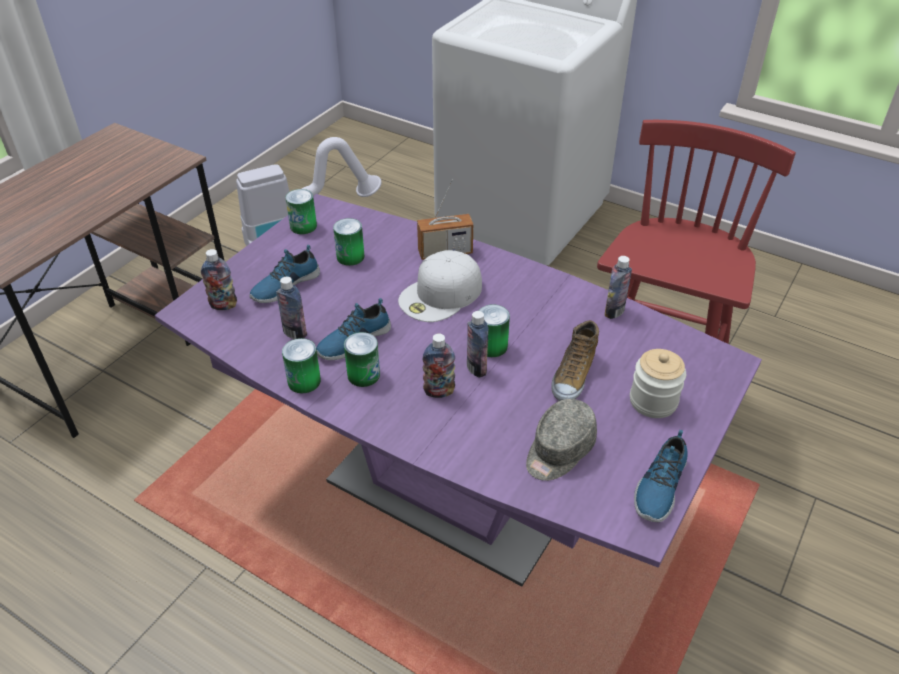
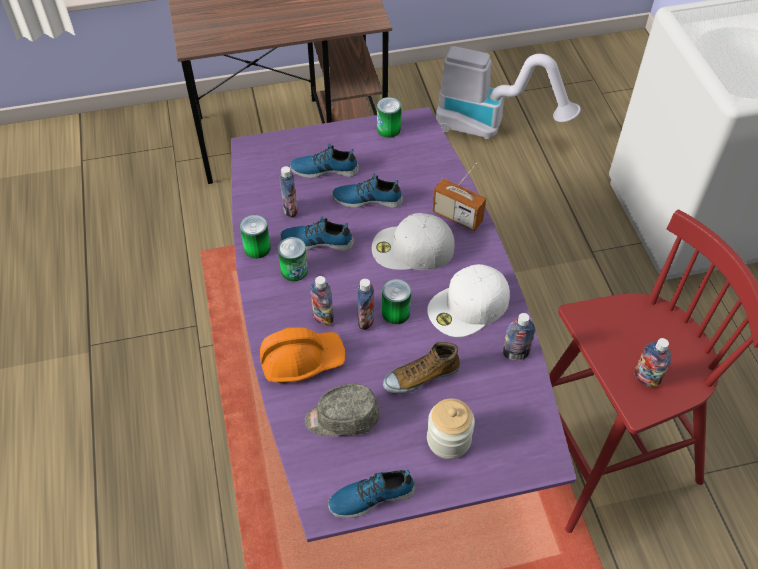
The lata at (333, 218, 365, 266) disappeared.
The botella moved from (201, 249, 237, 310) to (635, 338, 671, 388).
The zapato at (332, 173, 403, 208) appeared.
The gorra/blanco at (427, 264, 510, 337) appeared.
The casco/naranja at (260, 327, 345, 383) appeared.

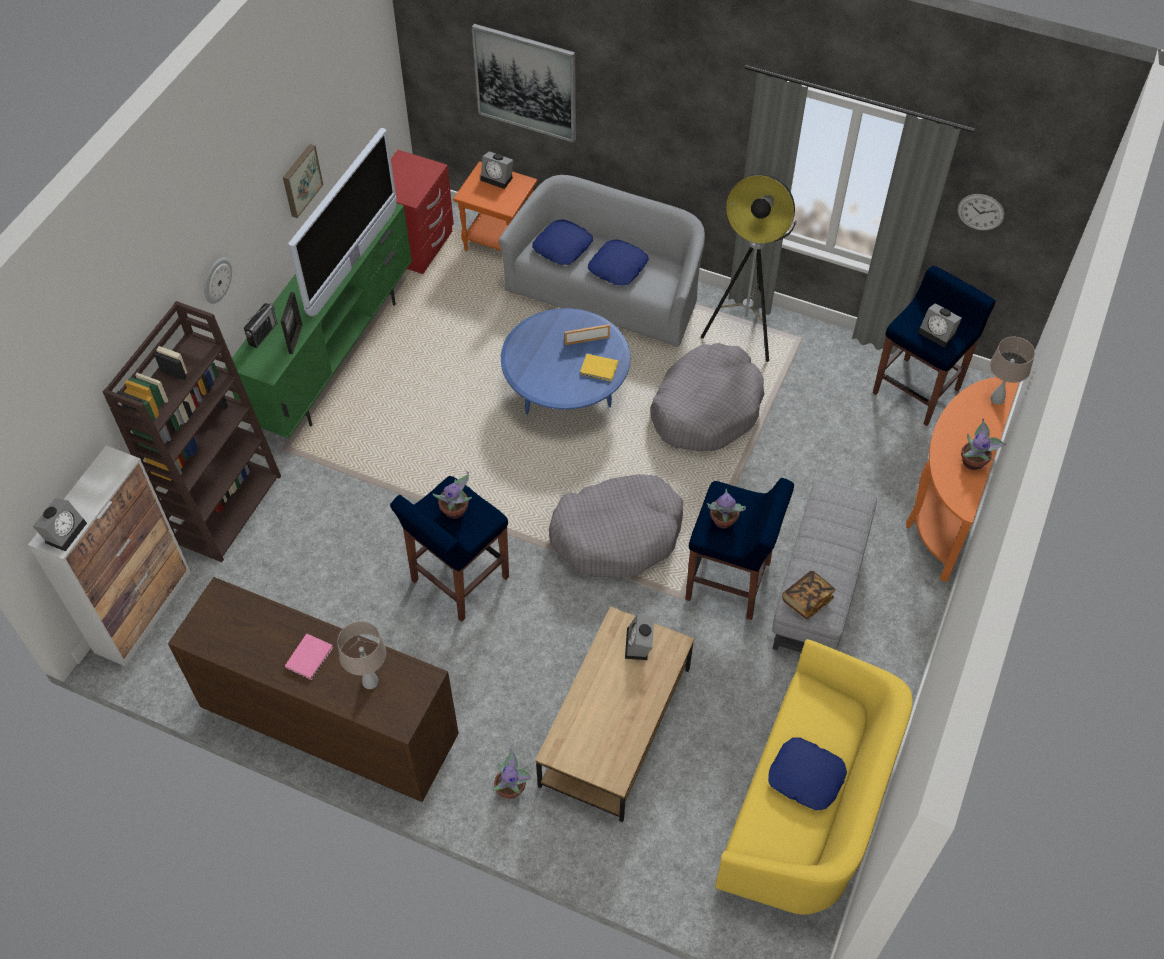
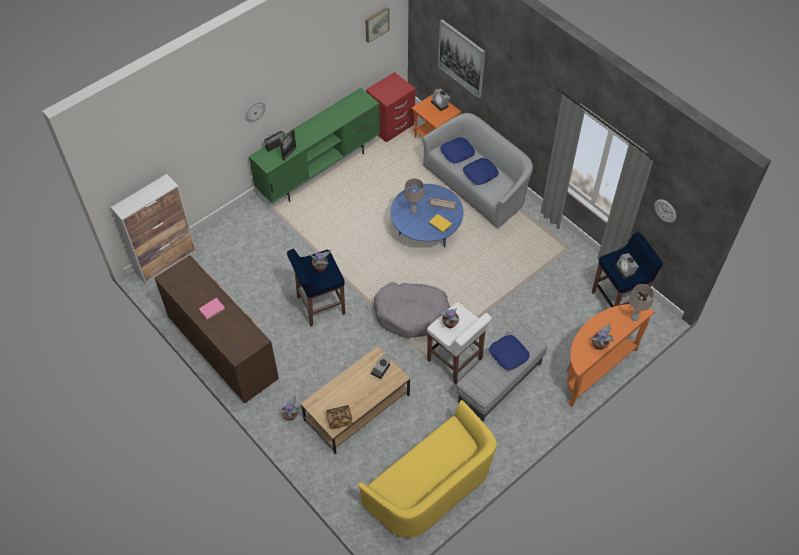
The televisor at (288, 128, 397, 317) disappeared.
The cuadro moved from (283, 144, 323, 218) to (365, 7, 389, 43).
The lámpara de pie at (701, 174, 797, 362) disappeared.
The estantería/marrón at (103, 301, 281, 562) disappeared.
The cama para perro/gris at (650, 343, 765, 451) disappeared.
The taburete/azul at (685, 478, 794, 620) became the taburete/blanco at (427, 302, 492, 384).
The despertador at (33, 498, 87, 552) disappeared.
The libro moved from (782, 571, 835, 619) to (326, 405, 353, 429).
The lámpara de mesa/beis moved from (337, 621, 386, 689) to (404, 178, 424, 214).
The cojín/azul moved from (768, 737, 847, 811) to (489, 335, 529, 370).

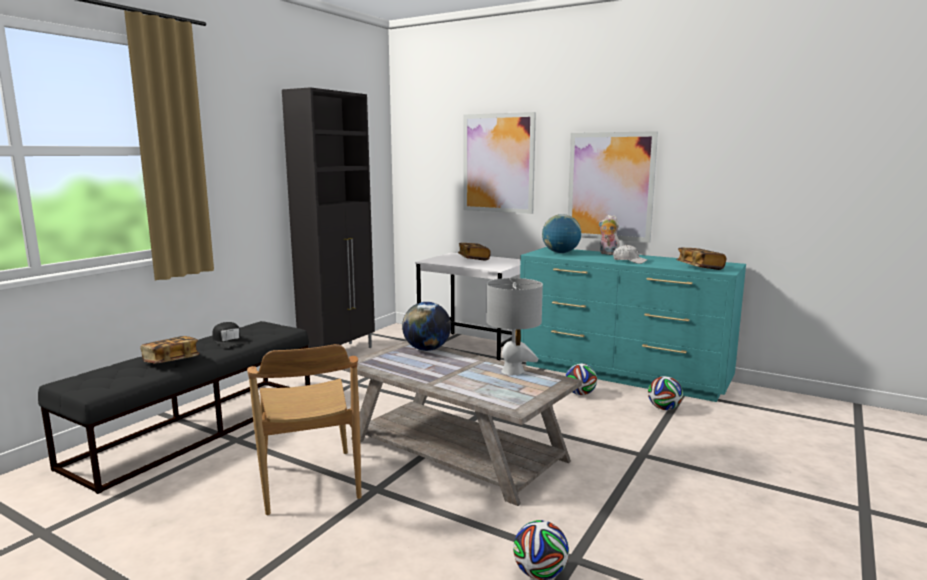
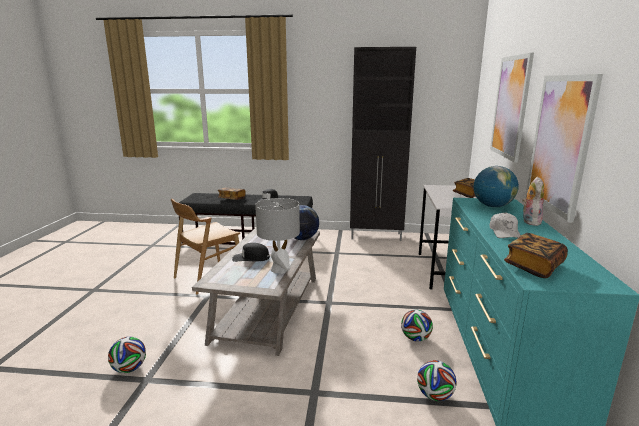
The gorra/negro at (232, 243, 270, 262) appeared.

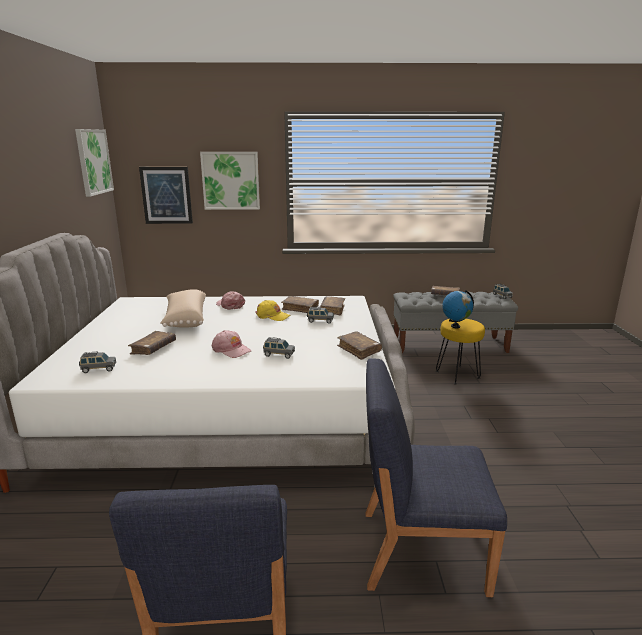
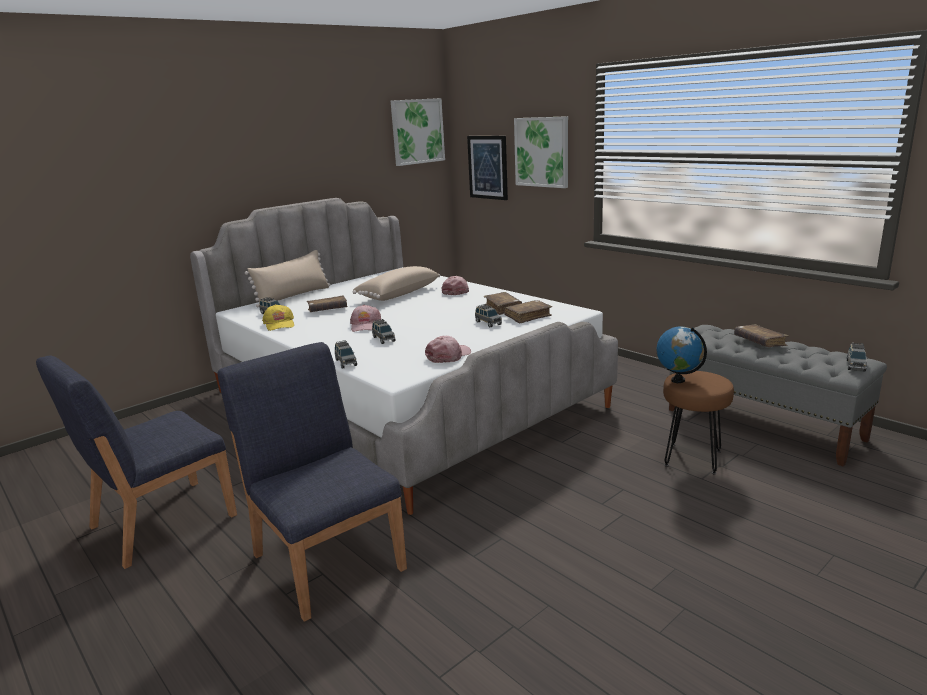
The gorra/amarillo moved from (255, 300, 290, 321) to (262, 304, 294, 331).
The taburete/amarillo at (436, 319, 485, 384) became the taburete/marrón at (663, 371, 734, 474).
The libro/marrón at (337, 331, 382, 360) was replaced by the gorra/rosa at (425, 336, 471, 363).
The cojín/beis at (245, 250, 330, 307) appeared.
The coche de juguete/gris at (335, 340, 357, 369) appeared.

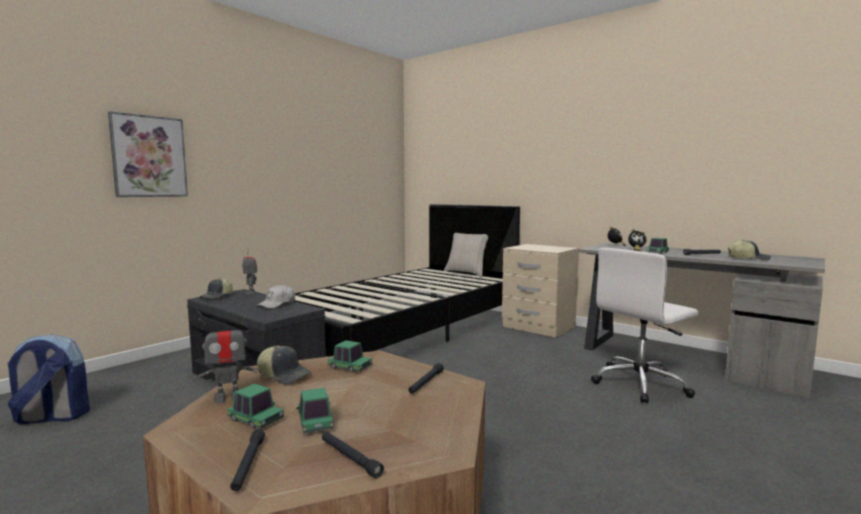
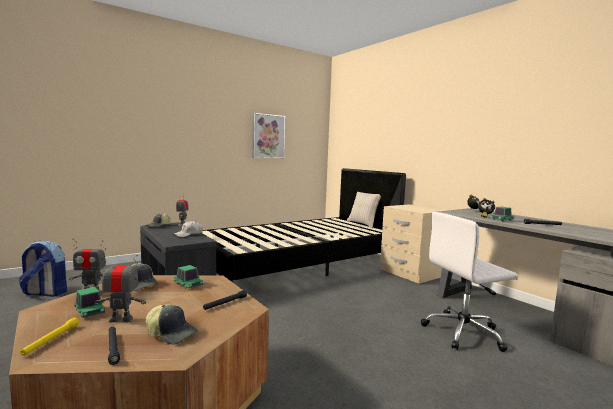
The cuadro moved from (108, 111, 188, 197) to (252, 113, 285, 158).
The gorra moved from (728, 240, 771, 260) to (145, 304, 198, 345).
The coche de juguete at (296, 388, 333, 434) was replaced by the robot de juguete at (94, 255, 146, 323).
The linterna/negro at (230, 429, 265, 491) became the linterna/amarillo at (20, 318, 79, 356).

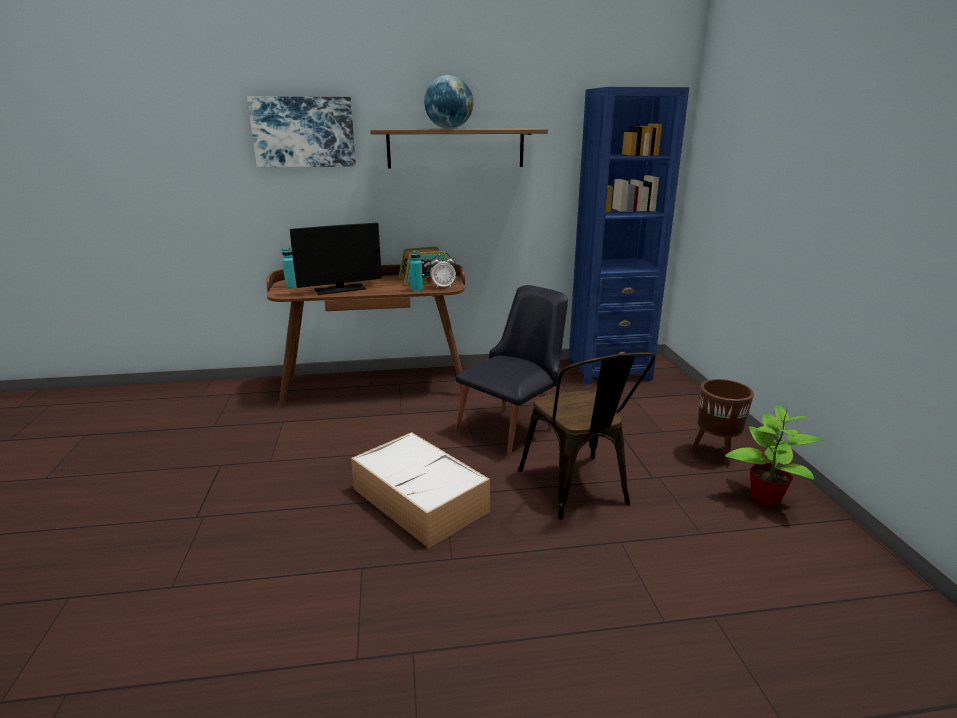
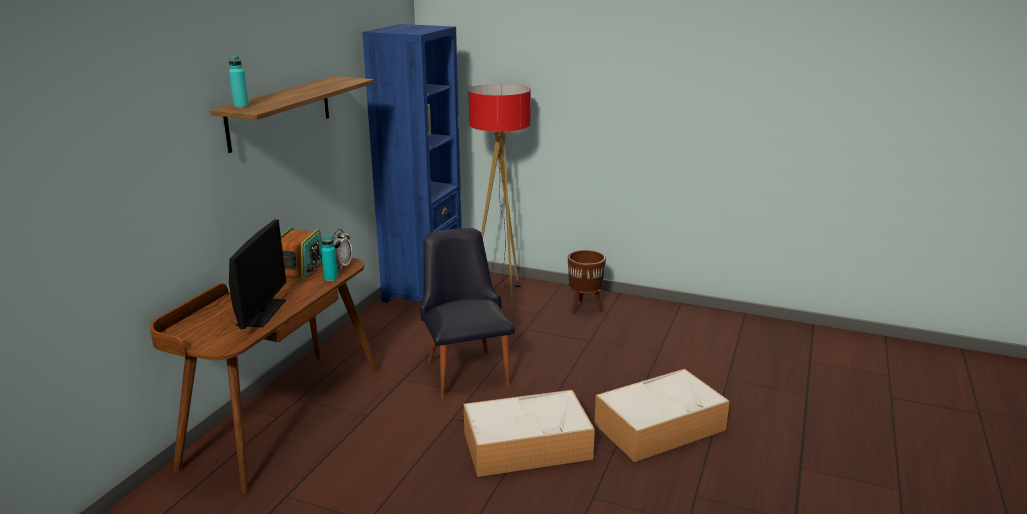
The globo terráqueo at (424, 75, 474, 129) disappeared.
The cuadro at (247, 96, 356, 167) disappeared.
The botella/turquesa moved from (282, 248, 297, 288) to (229, 56, 249, 108).
The silla/marrón at (518, 352, 656, 520) disappeared.
The planta en maceta at (725, 404, 824, 506) disappeared.
The lámpara de pie at (469, 84, 531, 301) appeared.
The caja de almacenaje at (594, 369, 730, 462) appeared.

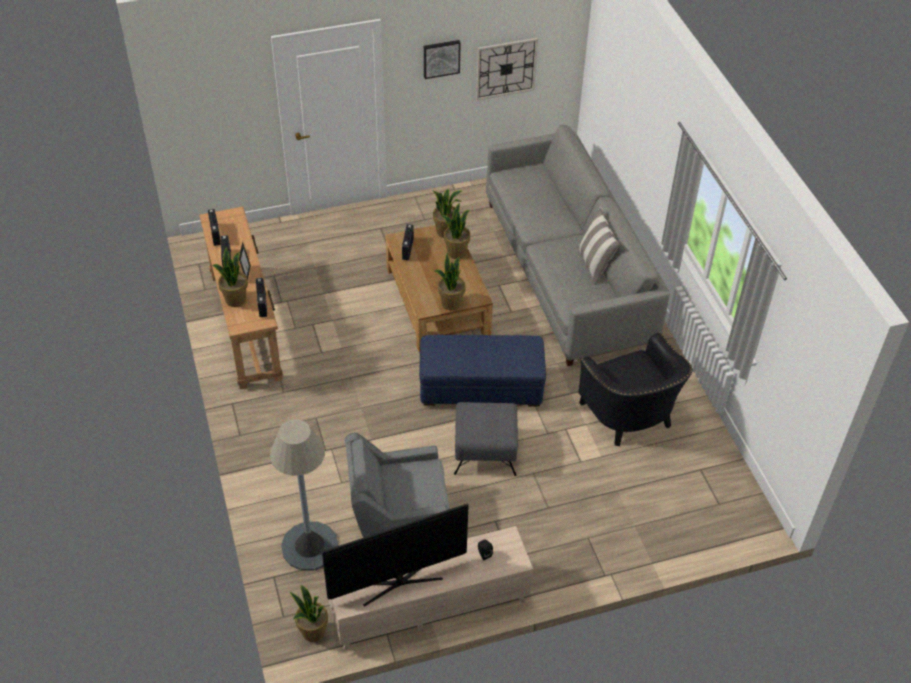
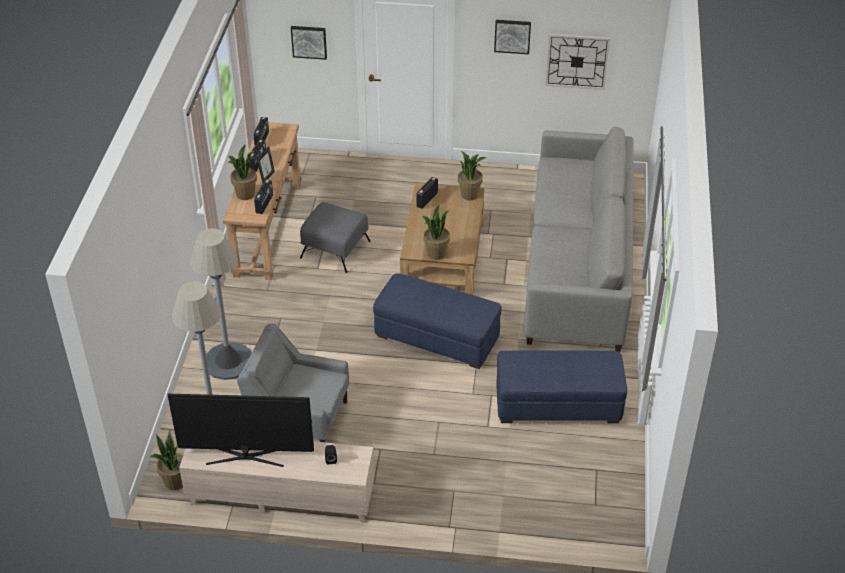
The planta en maceta at (443, 203, 470, 259) disappeared.
The cojín at (578, 207, 620, 285) disappeared.
The sillón/negro at (578, 333, 693, 446) was replaced by the puf/azul at (496, 351, 627, 423).
The puf/gris moved from (454, 402, 518, 476) to (300, 202, 371, 273).
The cuadro at (291, 26, 327, 60) appeared.
The lámpara de pie/gris at (190, 229, 252, 380) appeared.

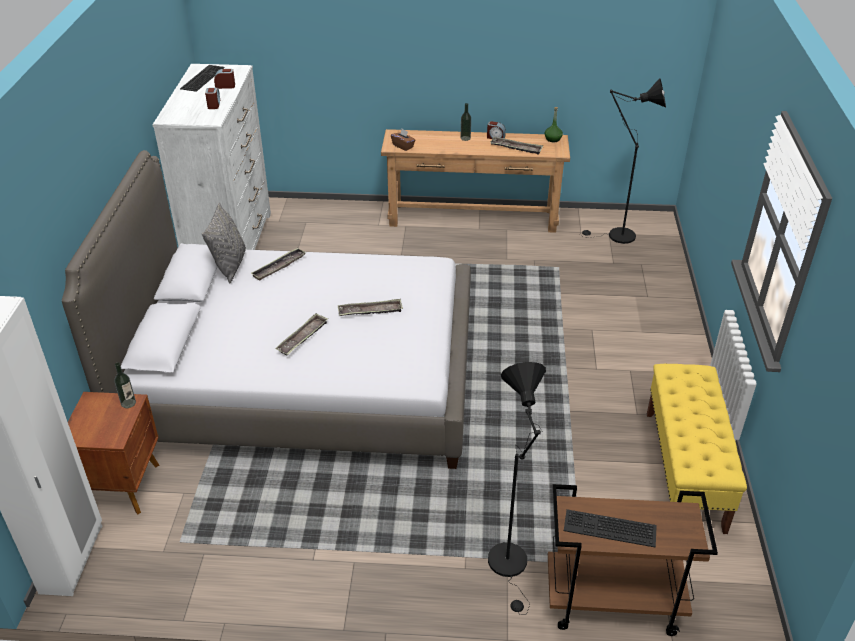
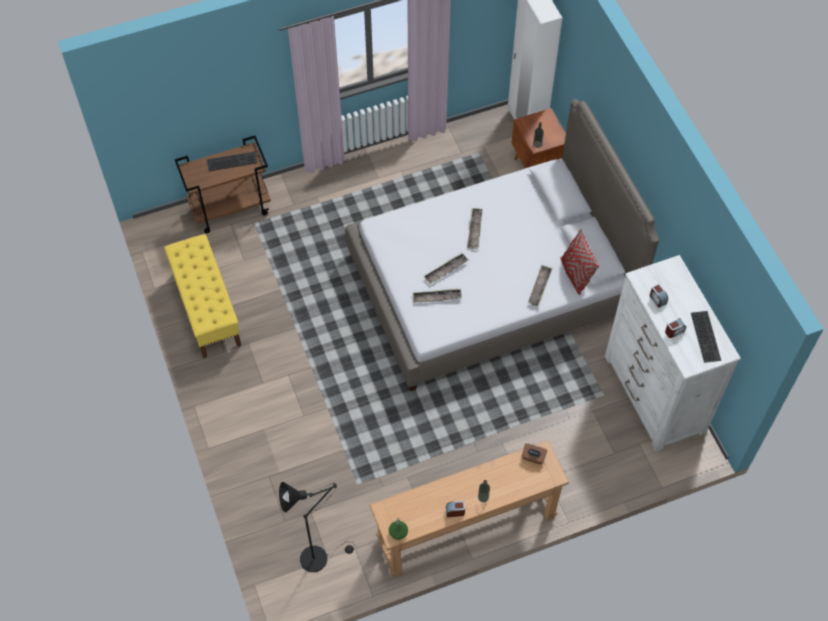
The bandeja moved from (490, 137, 543, 155) to (412, 288, 462, 302).
The cojín/gris at (202, 202, 246, 284) became the cojín/rojo at (561, 229, 599, 295).
The lámpara de pie/negro at (488, 362, 546, 615) disappeared.

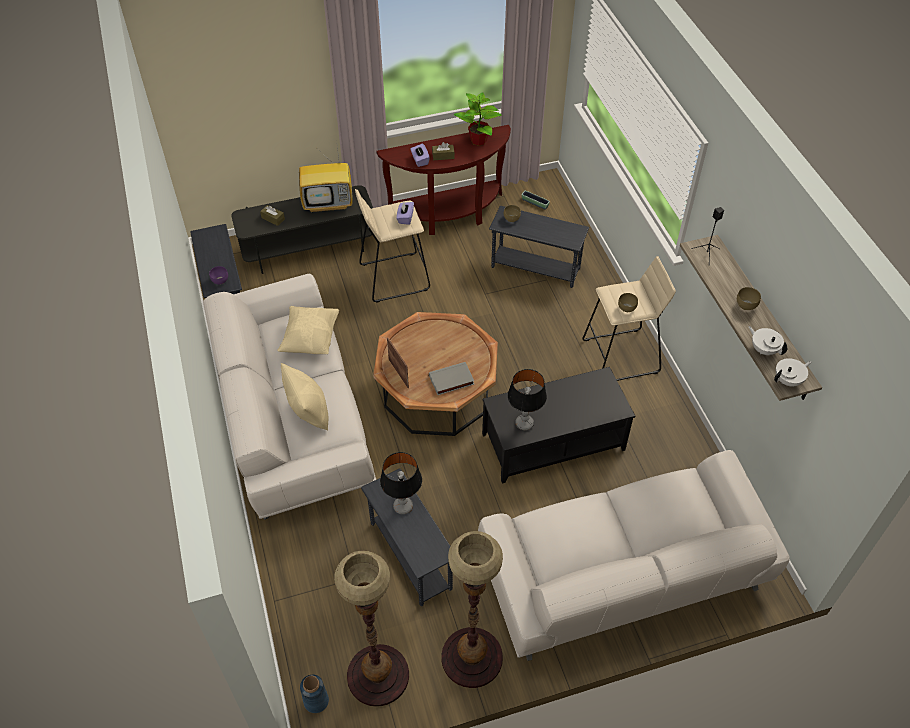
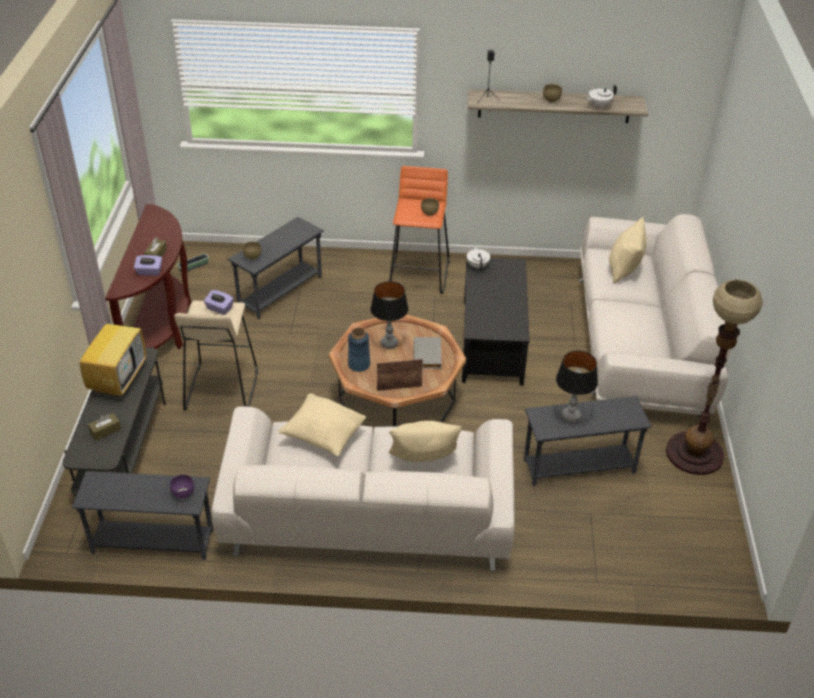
The planta en maceta at (453, 92, 502, 146) disappeared.
The taburete/beis at (582, 256, 676, 381) became the taburete/naranja at (389, 166, 450, 294).
The tetera/blanco moved from (774, 358, 811, 387) to (467, 245, 490, 269).
The lámpara de mesa moved from (507, 369, 547, 430) to (370, 281, 408, 349).
The lámpara de pie at (334, 550, 409, 707) disappeared.
The florero/azul moved from (300, 675, 329, 713) to (348, 328, 370, 372).
The cojín/beis at (609, 217, 646, 283) appeared.

